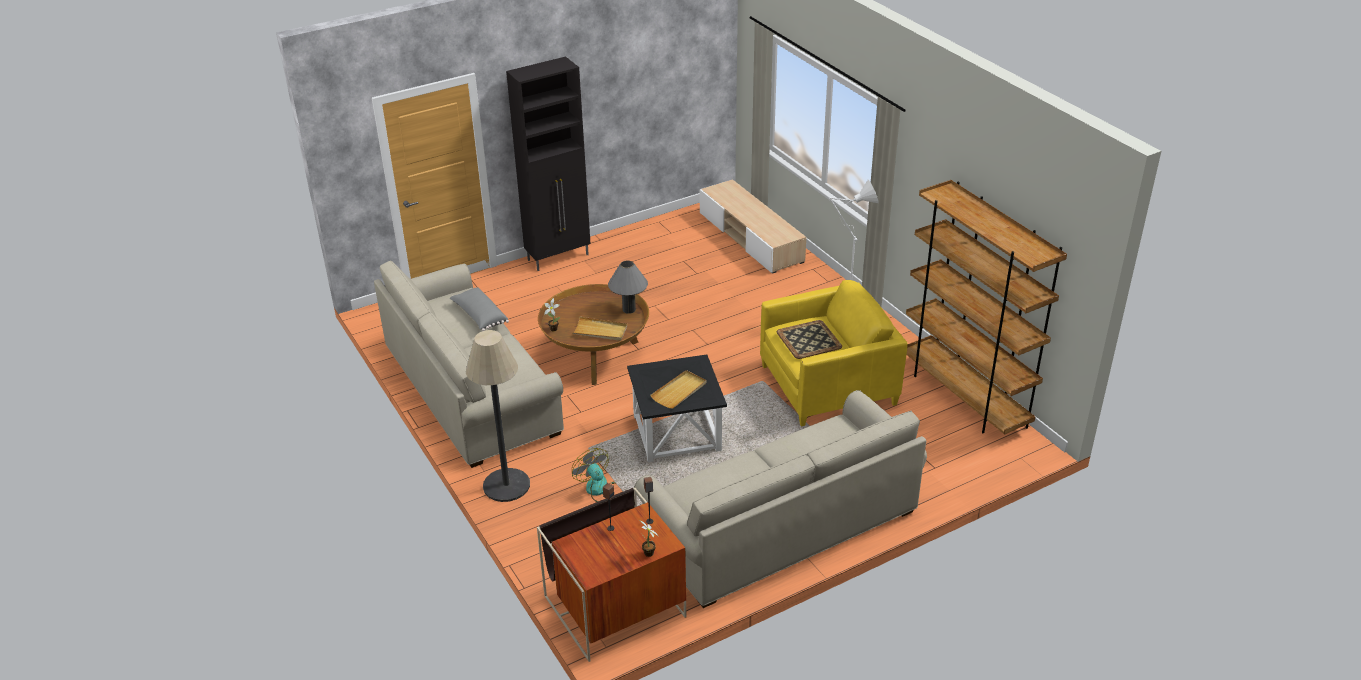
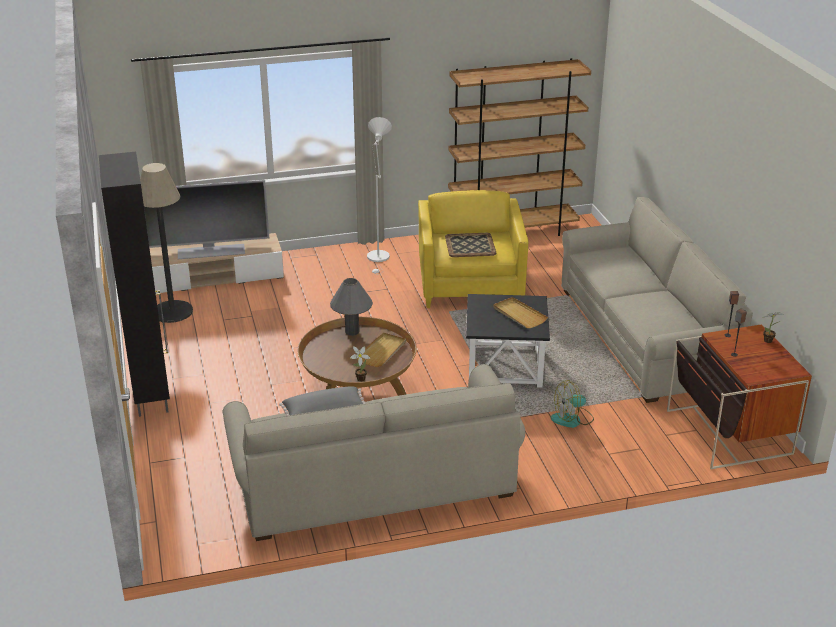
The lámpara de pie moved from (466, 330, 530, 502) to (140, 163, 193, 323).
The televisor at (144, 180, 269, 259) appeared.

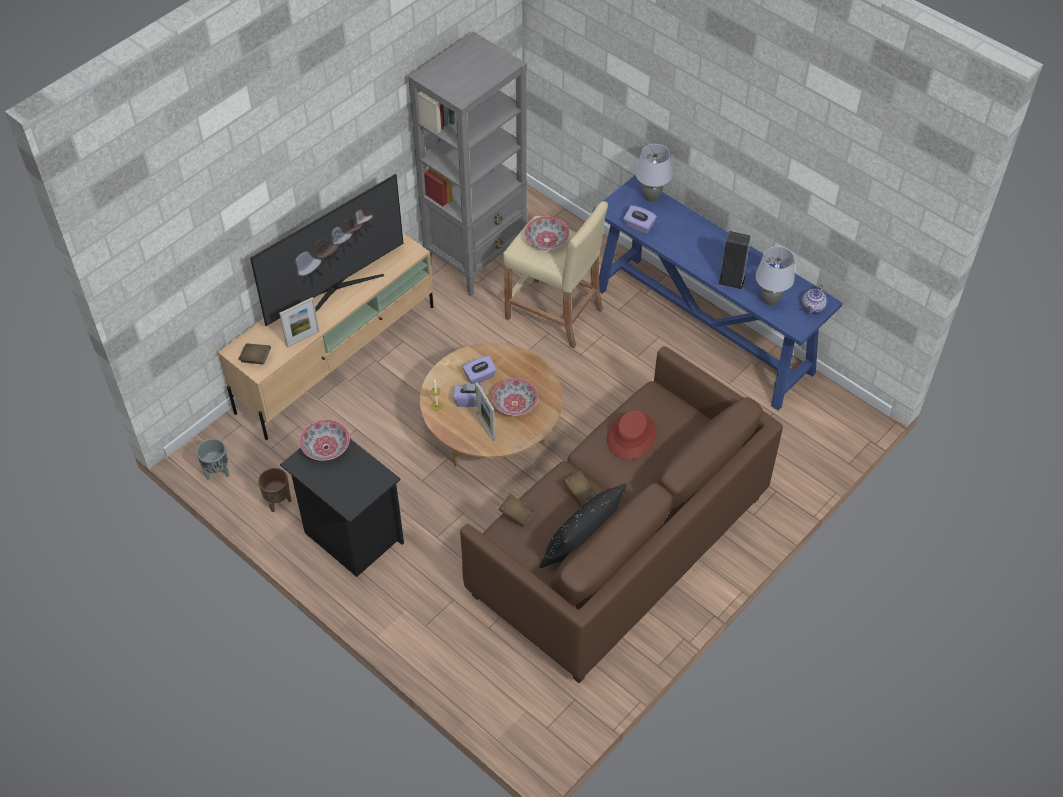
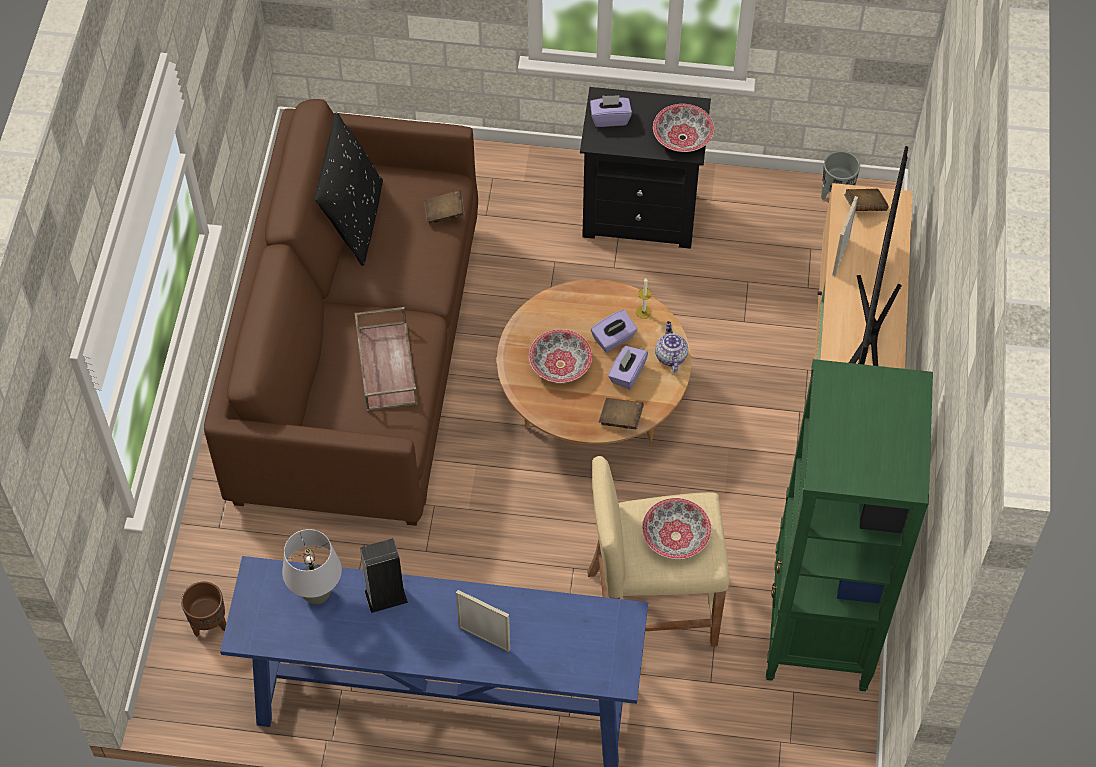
The estantería/gris at (408, 32, 527, 296) became the estantería/verde at (766, 359, 933, 691).
The lámpara de mesa/gris at (636, 144, 672, 202) disappeared.
The caja de pañuelos/morado moved from (623, 205, 657, 234) to (590, 95, 632, 127).
The tetera moved from (802, 284, 827, 314) to (655, 321, 688, 372).
The portarretratos moved from (475, 382, 495, 441) to (456, 590, 510, 652).
The sombrero/rojo at (607, 410, 656, 460) was replaced by the bandeja/marrón at (355, 307, 418, 411).
The maceta/marrón moved from (258, 468, 291, 512) to (181, 582, 226, 637).
The libro/marrón moved from (563, 471, 597, 506) to (599, 398, 644, 429).

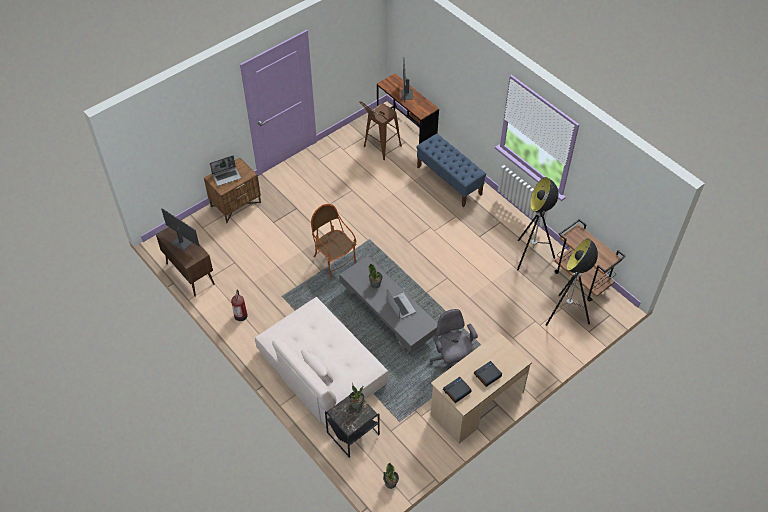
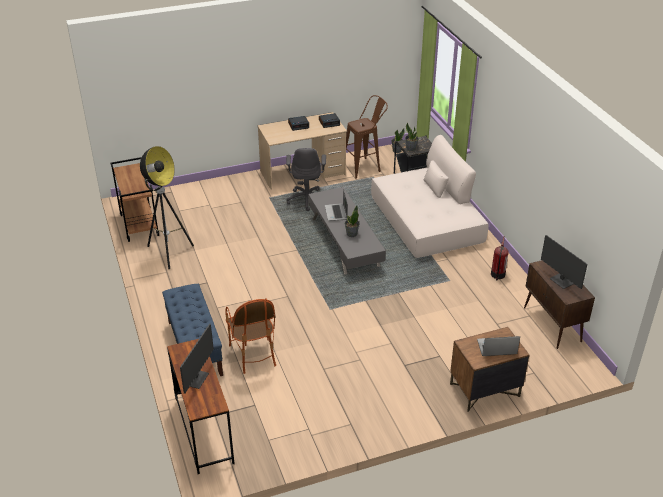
The taburete/marrón moved from (359, 101, 402, 160) to (346, 95, 388, 179).
The sillón moved from (311, 204, 357, 279) to (225, 298, 276, 374).
The lámpara de pie at (546, 238, 598, 326) disappeared.

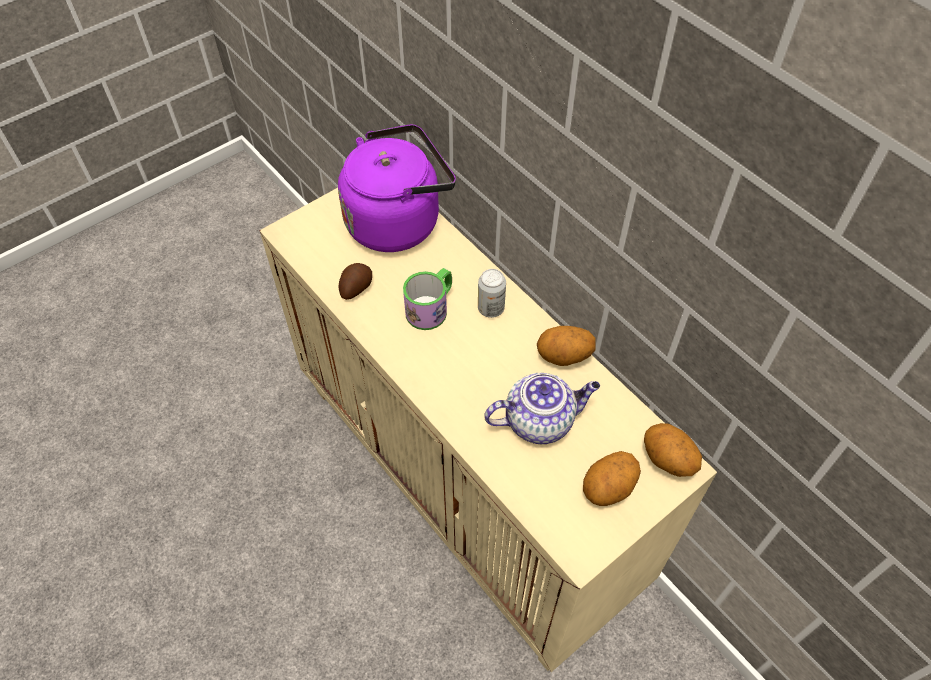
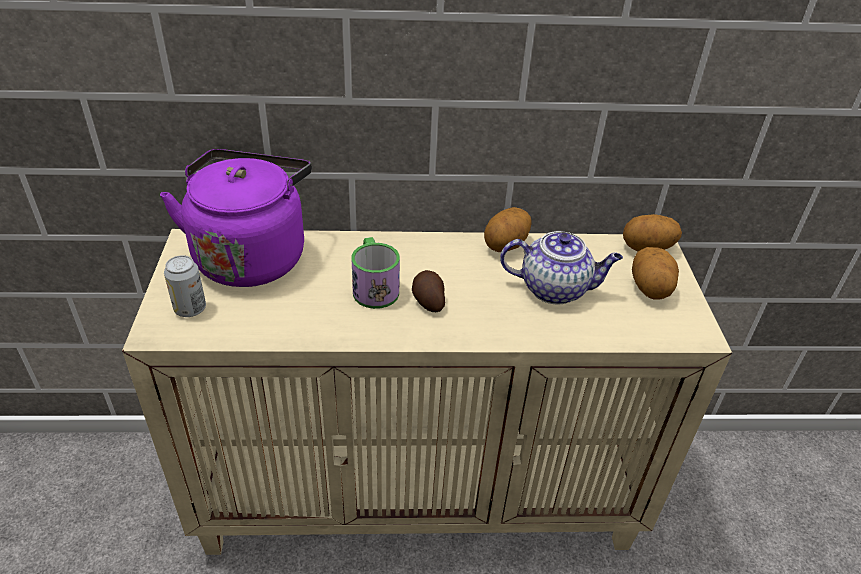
The patata moved from (339, 263, 372, 300) to (412, 270, 445, 312).
The lata moved from (478, 269, 506, 318) to (164, 255, 206, 317).
The tetera at (484, 373, 600, 444) turned 75 degrees clockwise.

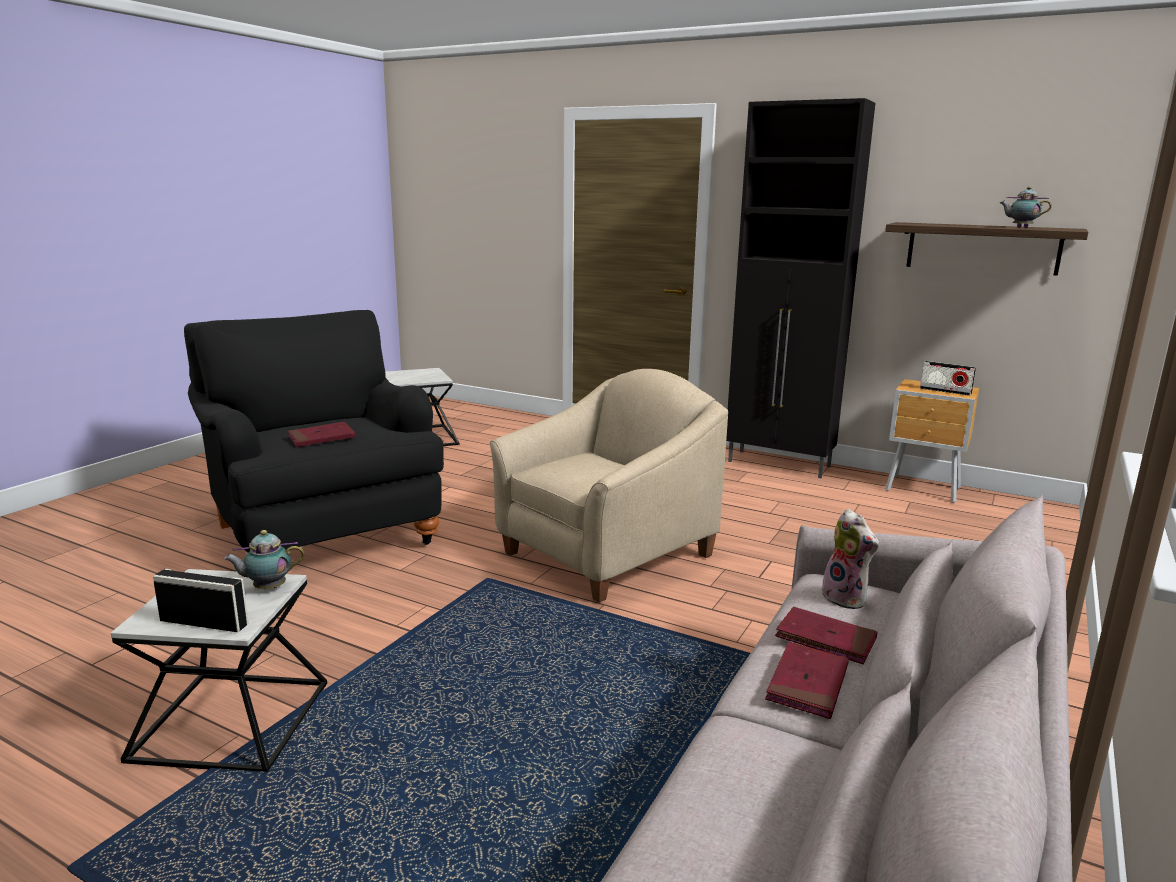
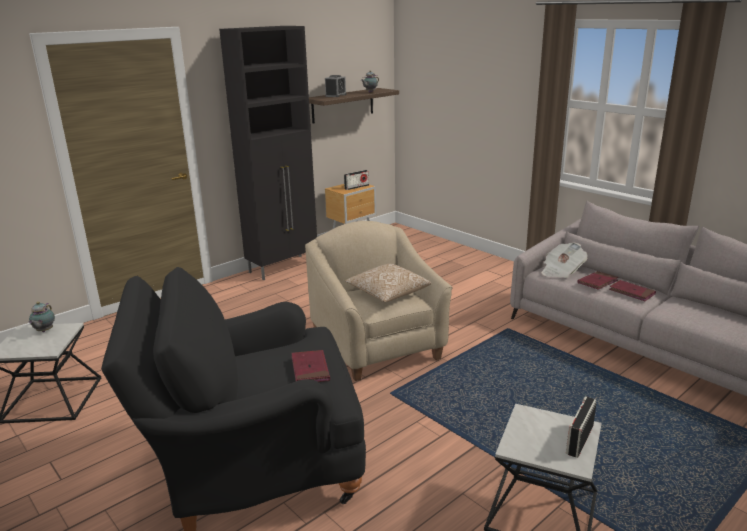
The peluche at (820, 509, 879, 609) was replaced by the periódico at (542, 242, 588, 278).
The tetera moved from (224, 530, 305, 589) to (28, 302, 55, 332).
The despertador at (325, 75, 346, 97) appeared.
The cojín at (345, 264, 431, 302) appeared.

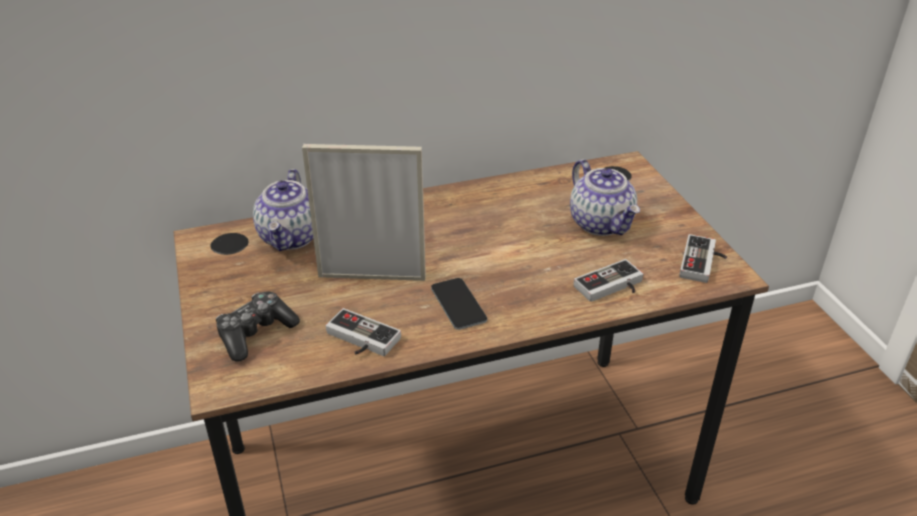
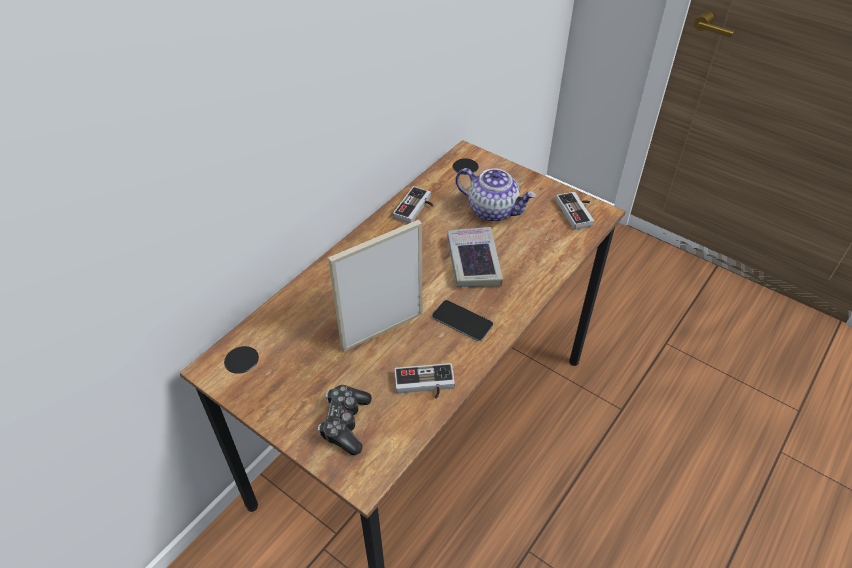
The tetera at (253, 169, 314, 251) disappeared.
The mando de consola moved from (574, 259, 643, 302) to (393, 186, 434, 223).
The libro at (447, 227, 503, 287) appeared.

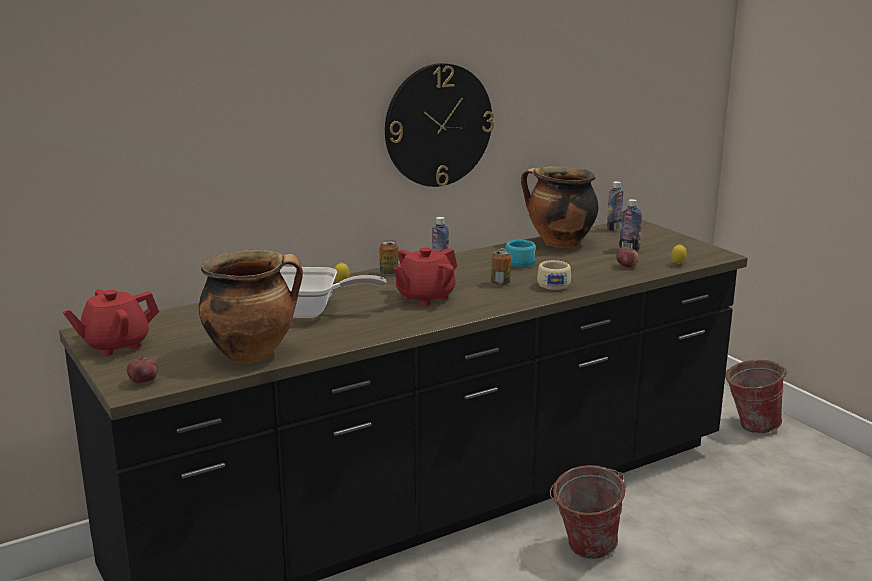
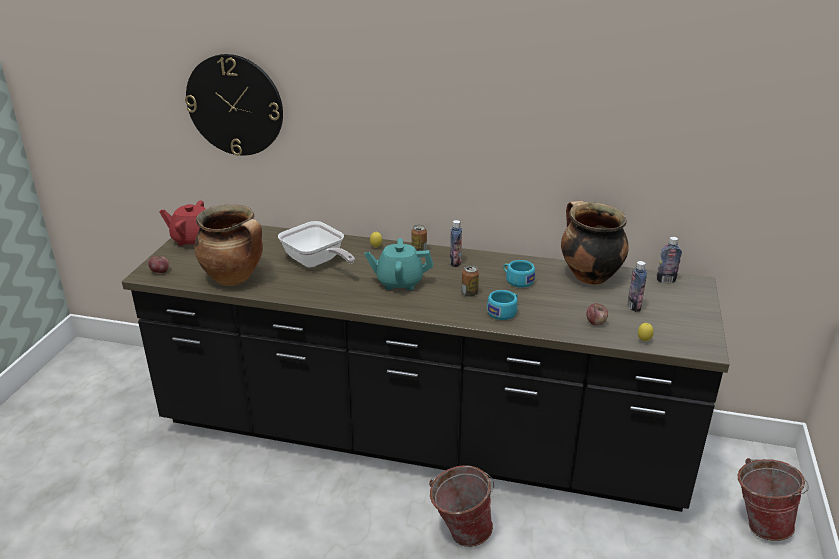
The reloj de pared moved from (385, 63, 494, 187) to (185, 54, 283, 156).
The tetera/rojo at (394, 247, 457, 306) became the tetera/turquesa at (365, 238, 433, 290).
The taza/beis at (537, 260, 571, 290) became the taza/turquesa at (487, 290, 518, 320).

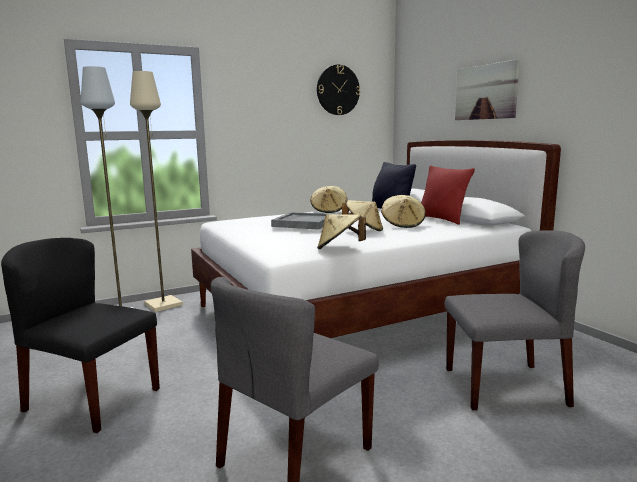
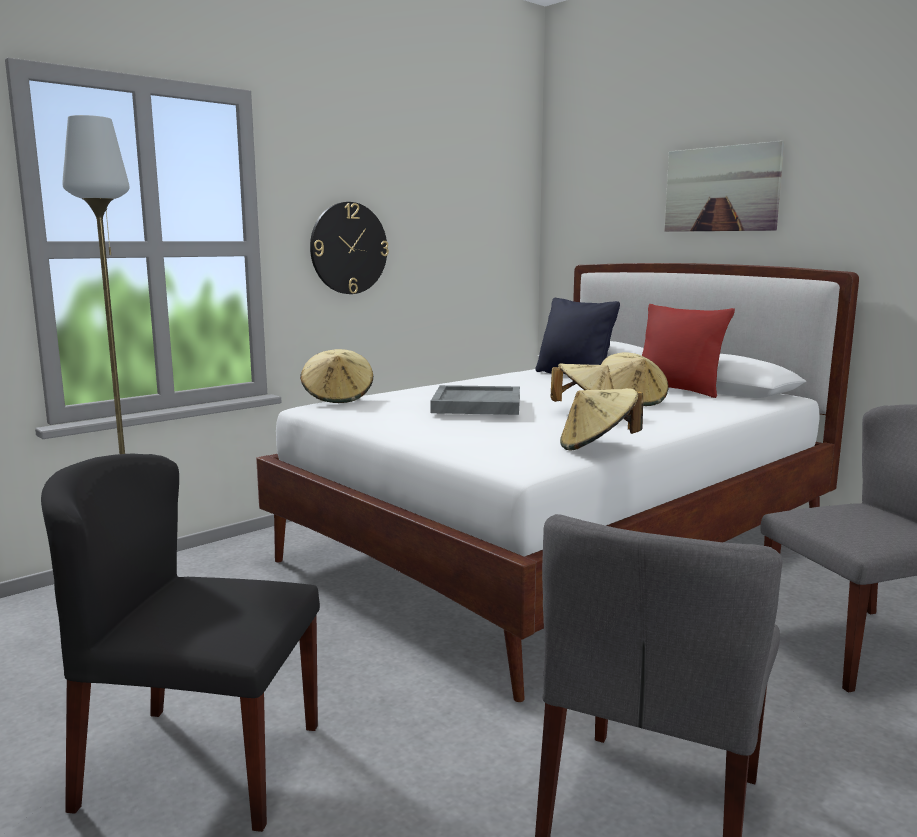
The reloj de pared moved from (317, 65, 360, 115) to (310, 202, 389, 294).
The lámpara de pie/beis at (130, 71, 183, 312) disappeared.
The sombrero/beis moved from (310, 186, 347, 213) to (300, 349, 373, 403).

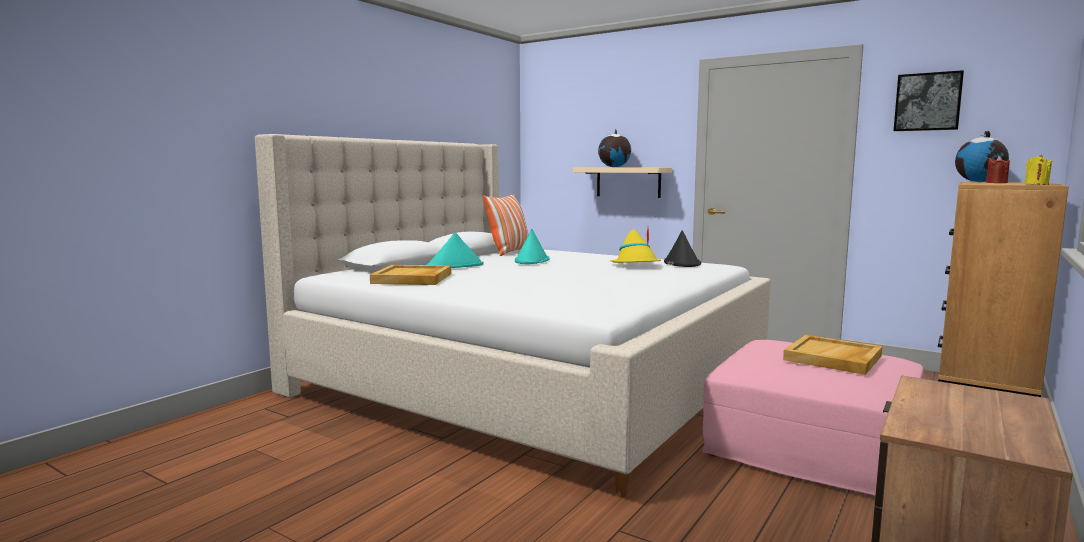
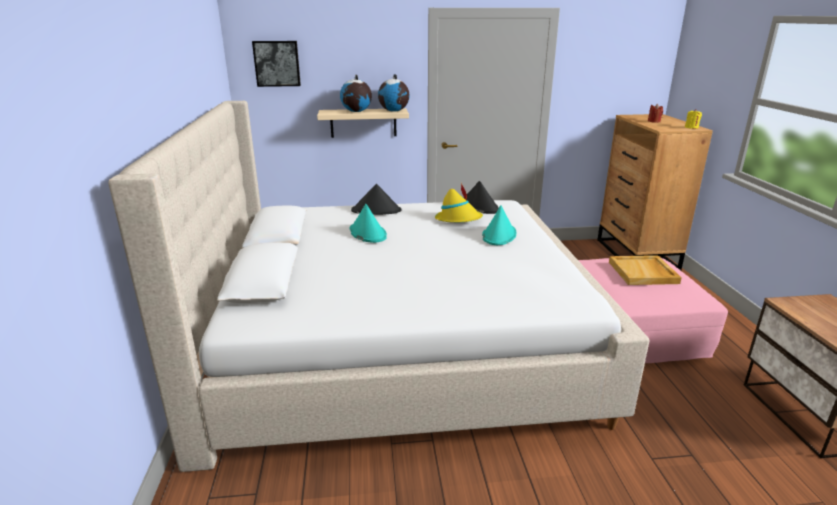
The cuadro moved from (894, 70, 964, 131) to (252, 41, 301, 87).
The globo terráqueo moved from (955, 131, 1009, 182) to (378, 74, 410, 112).
The cojín at (483, 194, 529, 256) disappeared.
The sombrero/turquesa moved from (426, 232, 484, 268) to (482, 205, 516, 245).
The bandeja/beis at (370, 265, 451, 285) disappeared.
The sombrero/negro at (351, 184, 402, 215) appeared.

